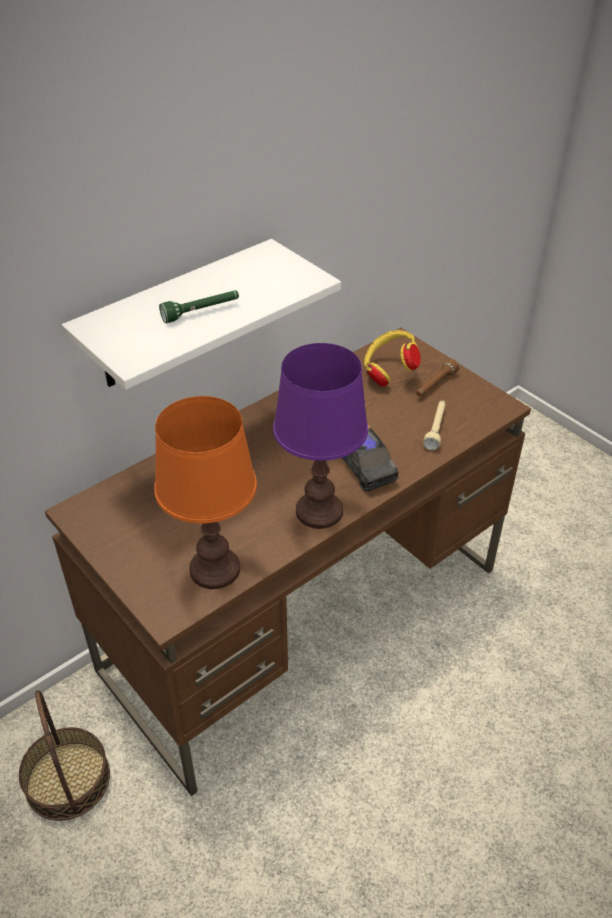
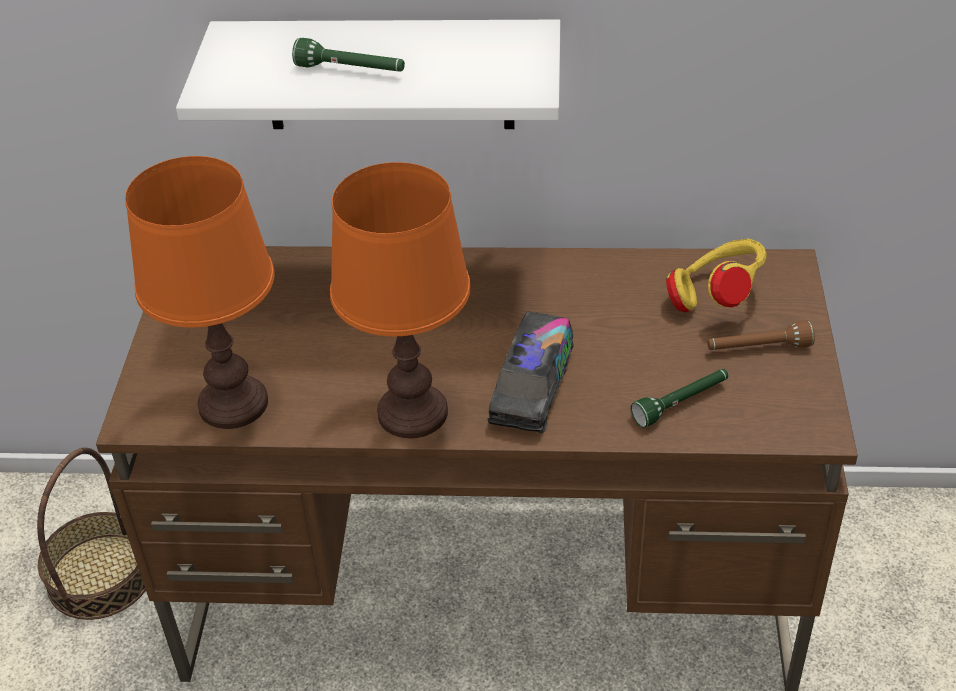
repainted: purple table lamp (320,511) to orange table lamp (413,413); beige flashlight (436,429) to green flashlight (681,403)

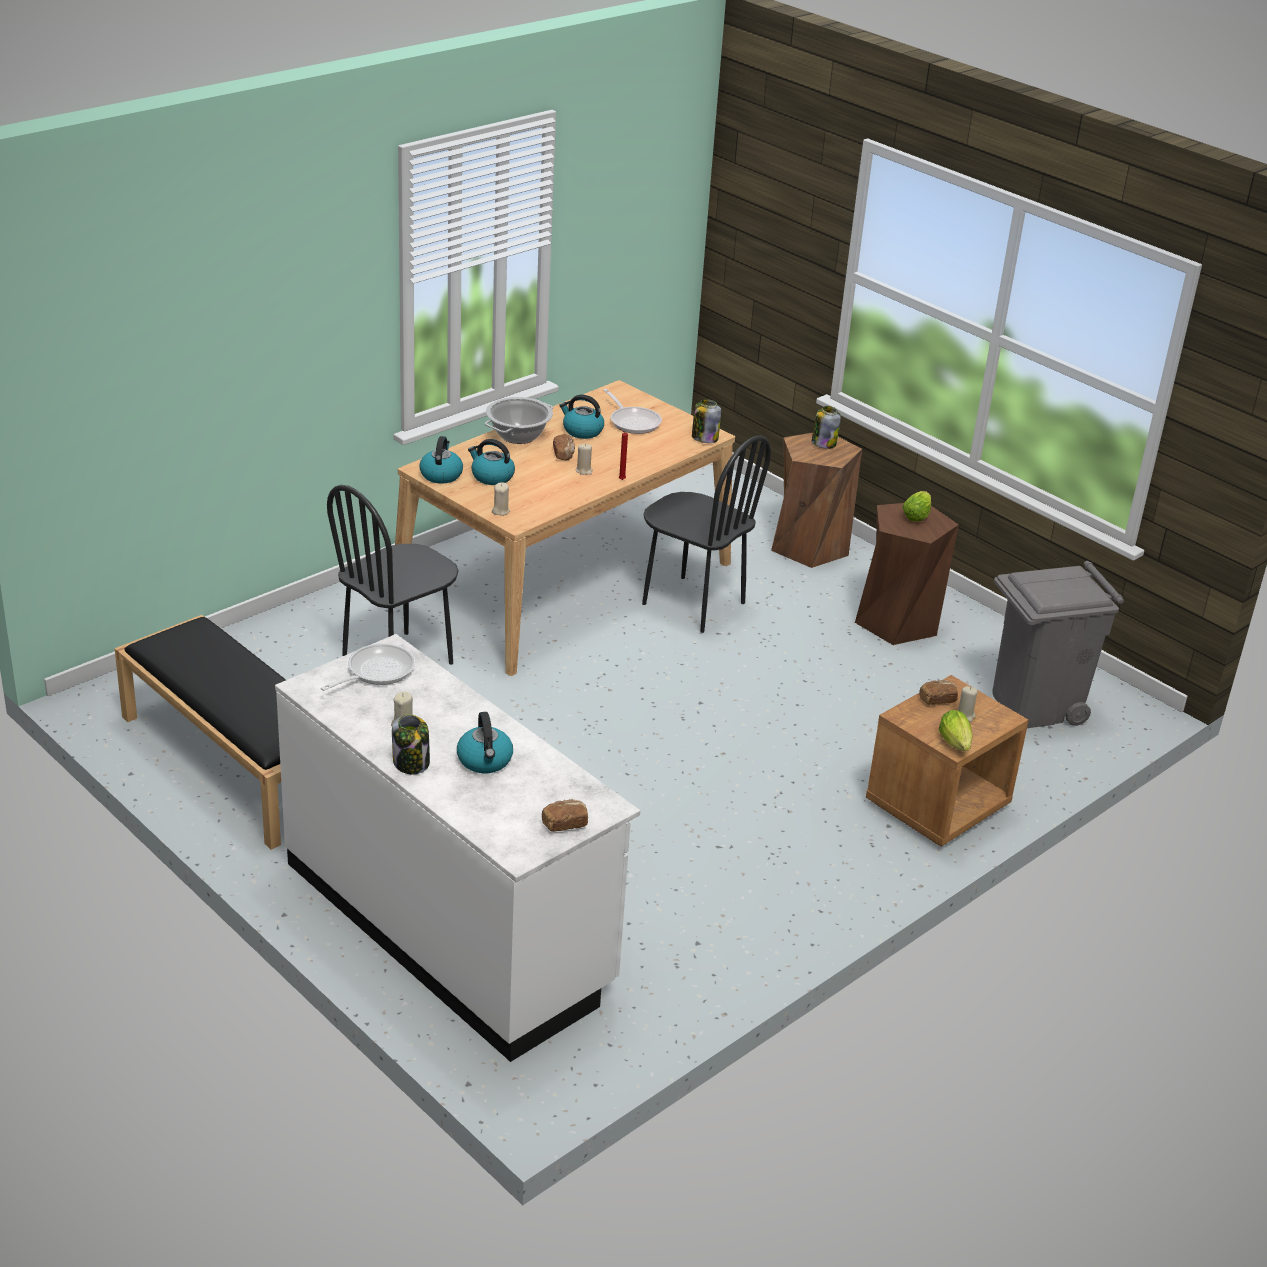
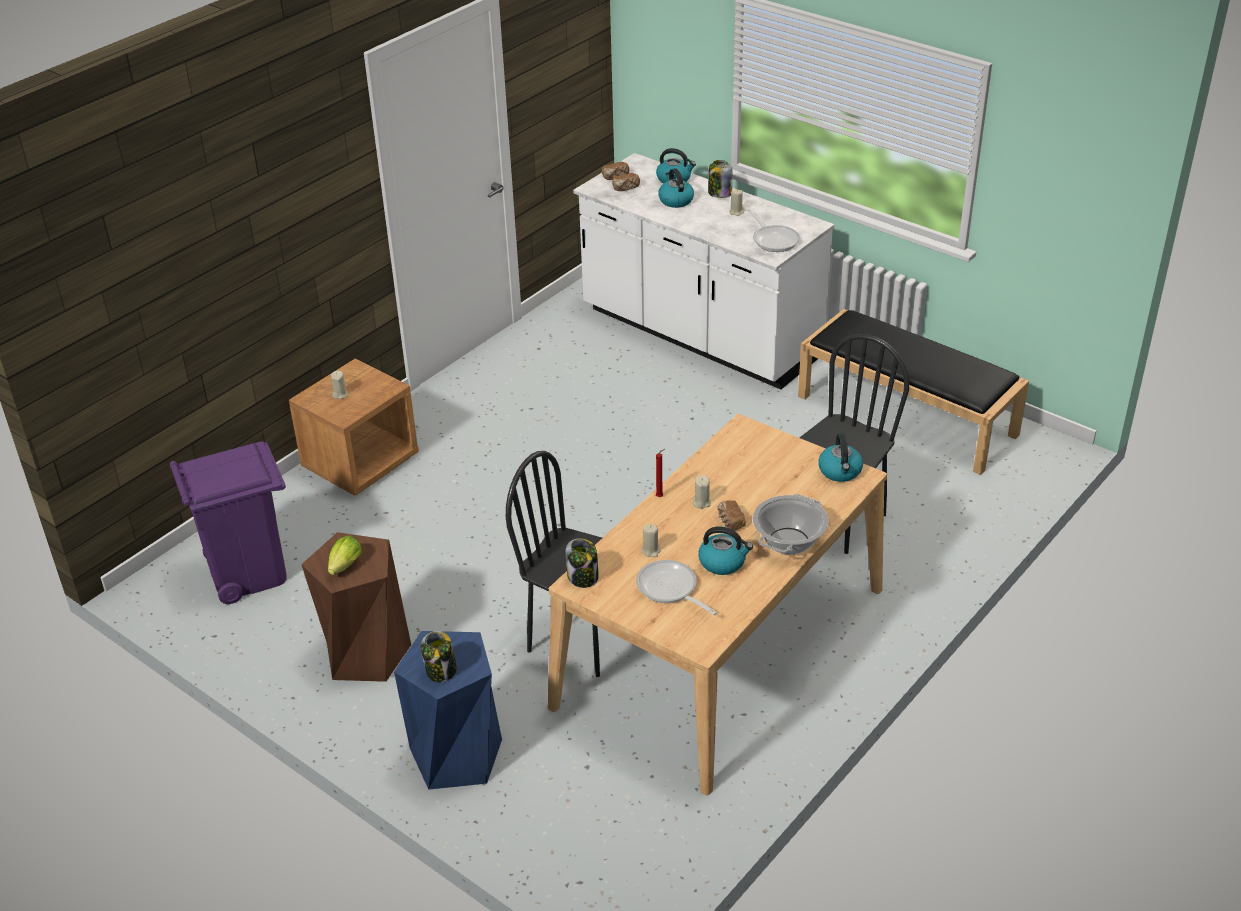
gone: lettuce (956,745)
shifted: kettle (491,477) to (674,179); beige candle (500,511) to (651,551); bread (937,700) to (626,188)
repainted: brown stool (809,547) to blue stool (456,755); grey trash can (1035,706) to purple trash can (248,572)
rotated: frying pan (375,672) = (773,239) 60 degrees counterclockwise

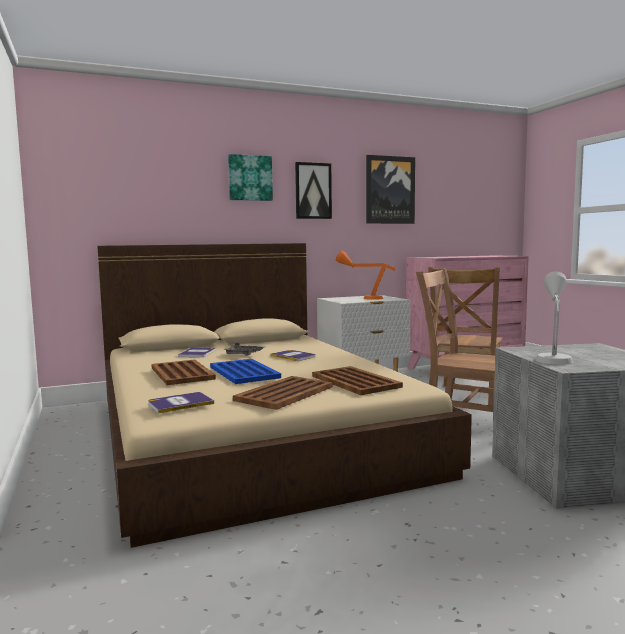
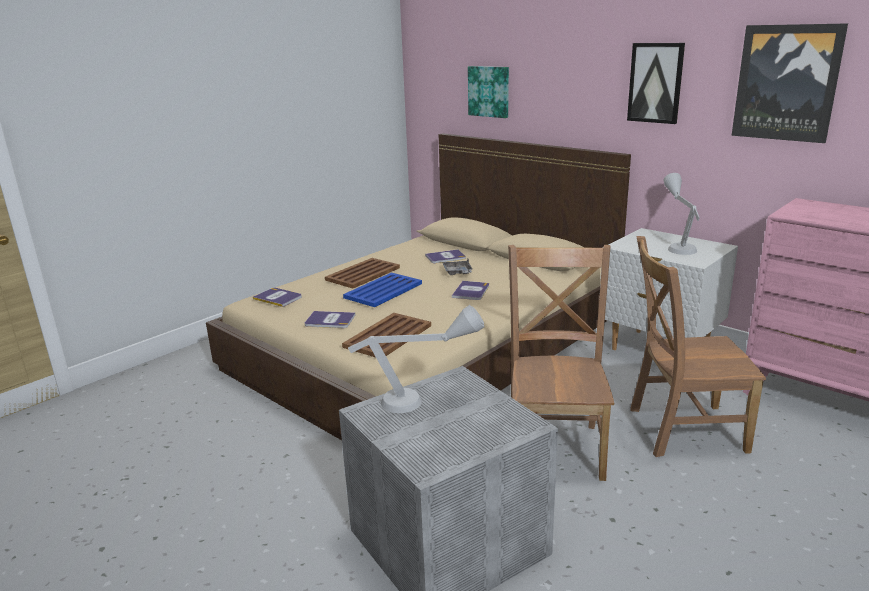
shifted: picture (250,178) to (489,91)
swapped: brown tray (285,393) to book (330,320)
repainted: orange table lamp (363,298) to grey table lamp (677,245)

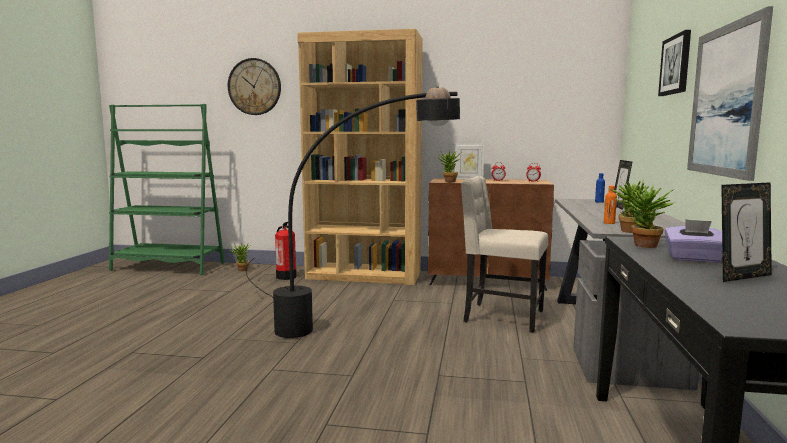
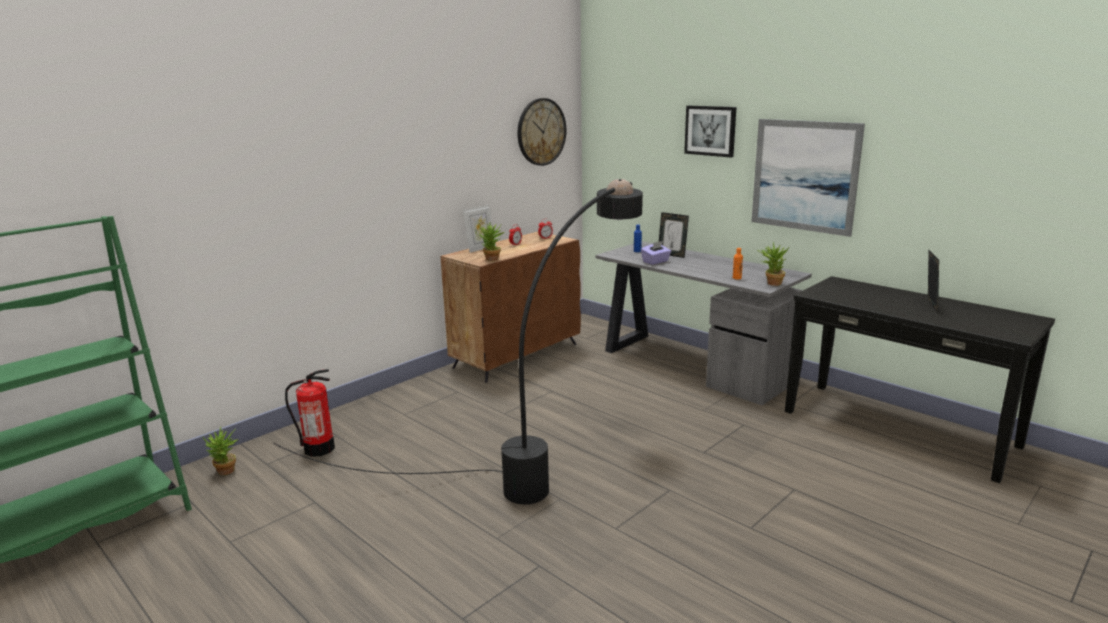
gone: brown bookcase (364,275); beige chair (501,317); potted plant (645,246)
shifted: wall clock (254,87) to (541,132); purple tissue box (693,259) to (656,262)

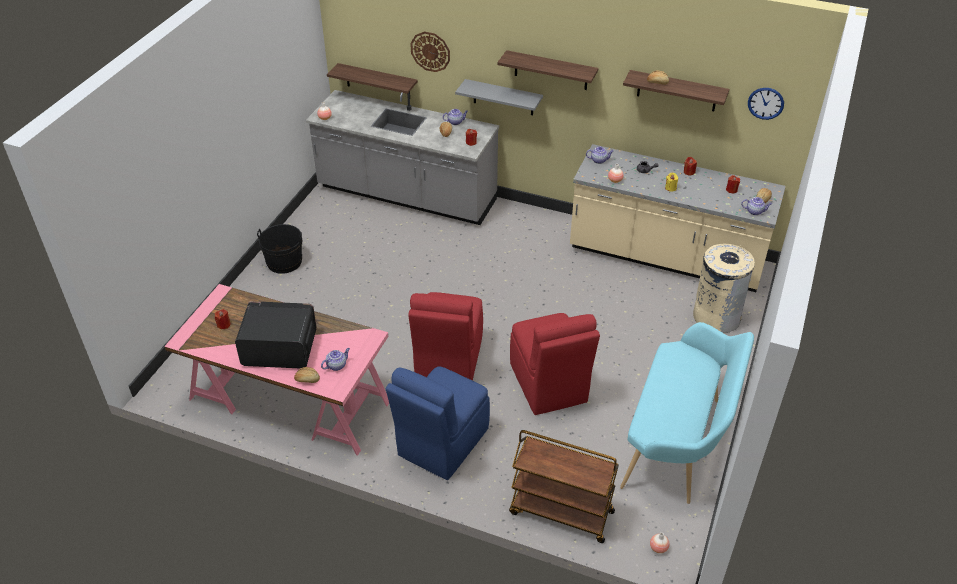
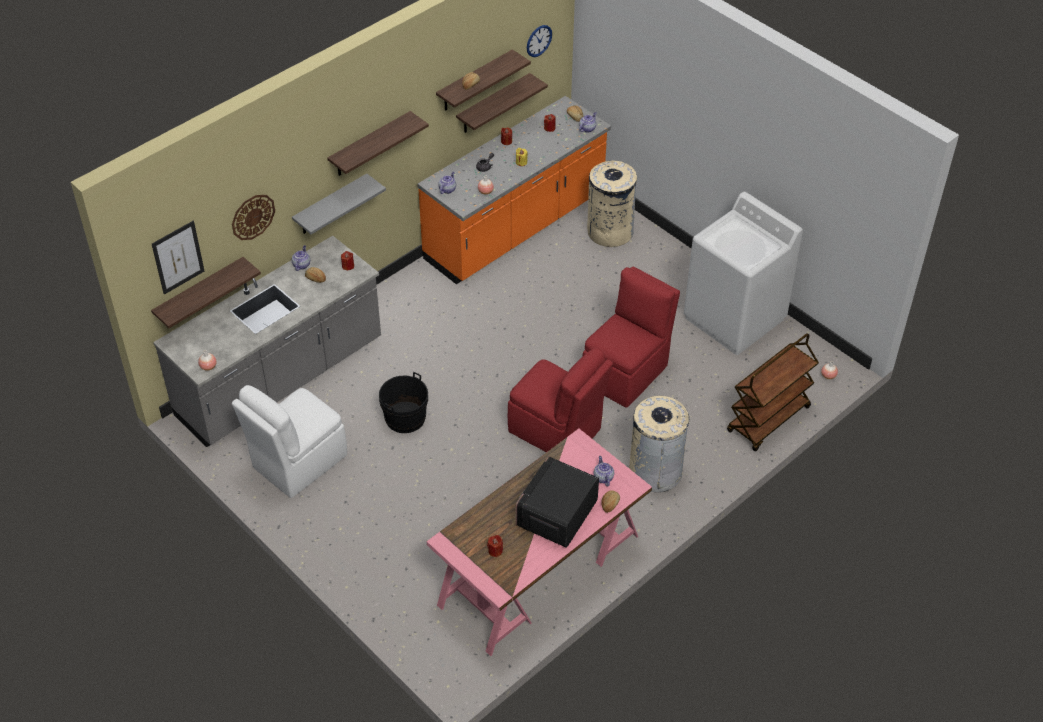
new: shelf (493,104); picture (178,257); white chair (297,462)
shifted: black bucket (284,262) to (405,418)
swapped: turquoise bench (678,443) to white washing machine (734,319); blue chair (441,443) to beige trash can (655,471)
repainted: beige counter (665,258) to orange counter (516,229)
rotated: red chair (548,384) = (626,372) 60 degrees counterclockwise

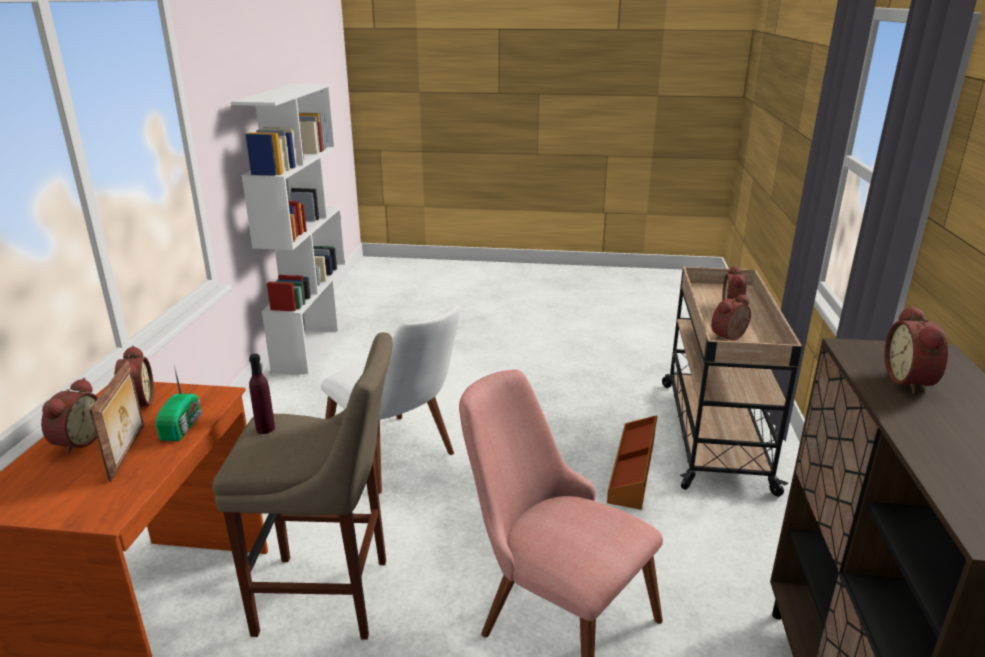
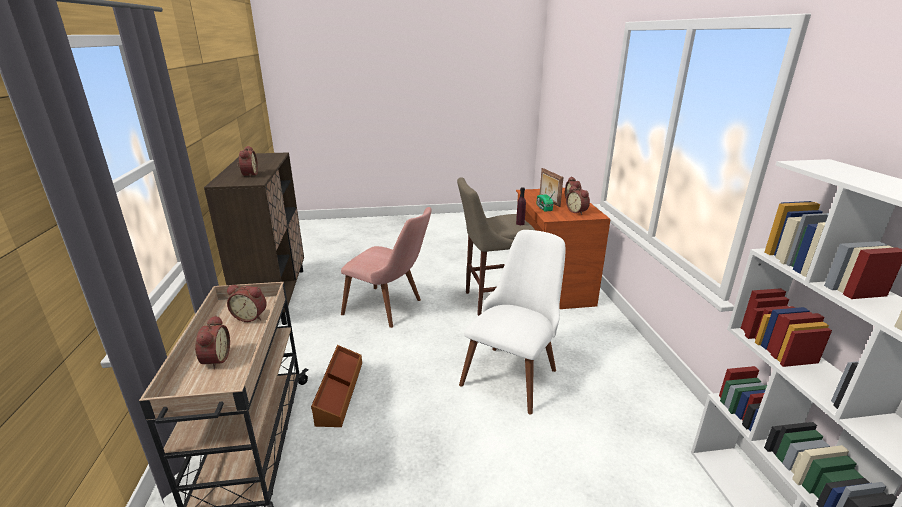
rotated: alarm clock (730,337) = (251,316) 60 degrees clockwise; white chair (399,459) = (514,370) 90 degrees clockwise

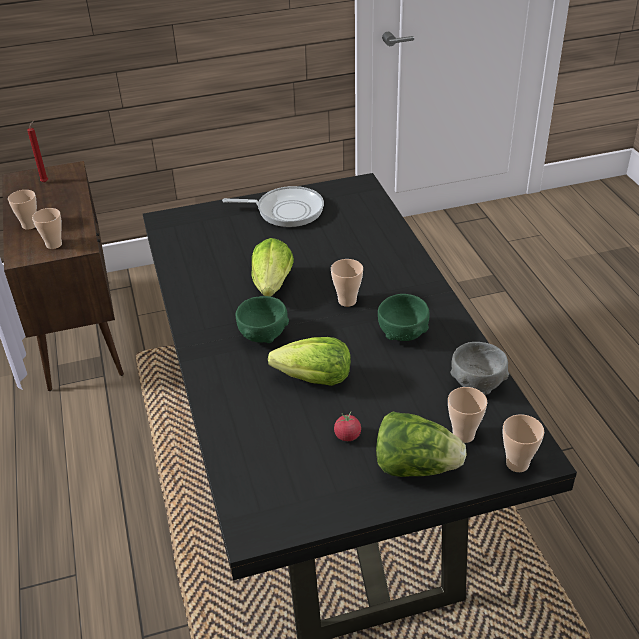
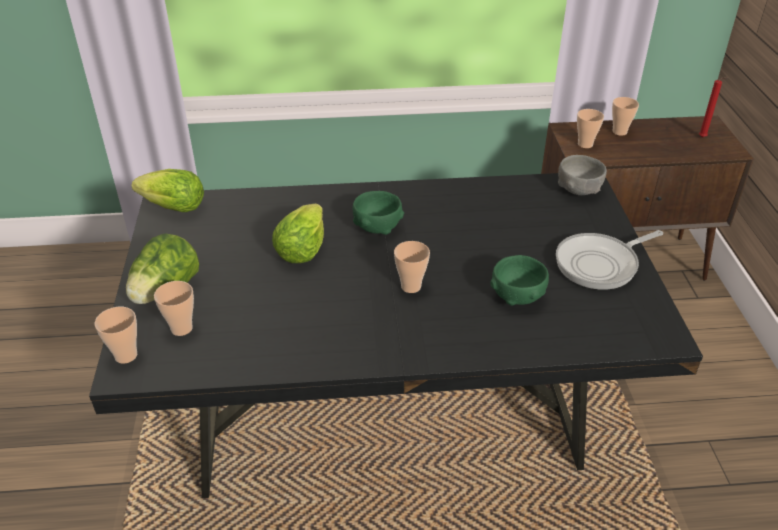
gone: tomato (347,436)
shifted: lettuce (272,284) to (174,207); green bowl (403,333) to (517,296); grey bowl (477,383) to (578,189)
rotated: frying pan (286,211) = (600,264) 45 degrees clockwise

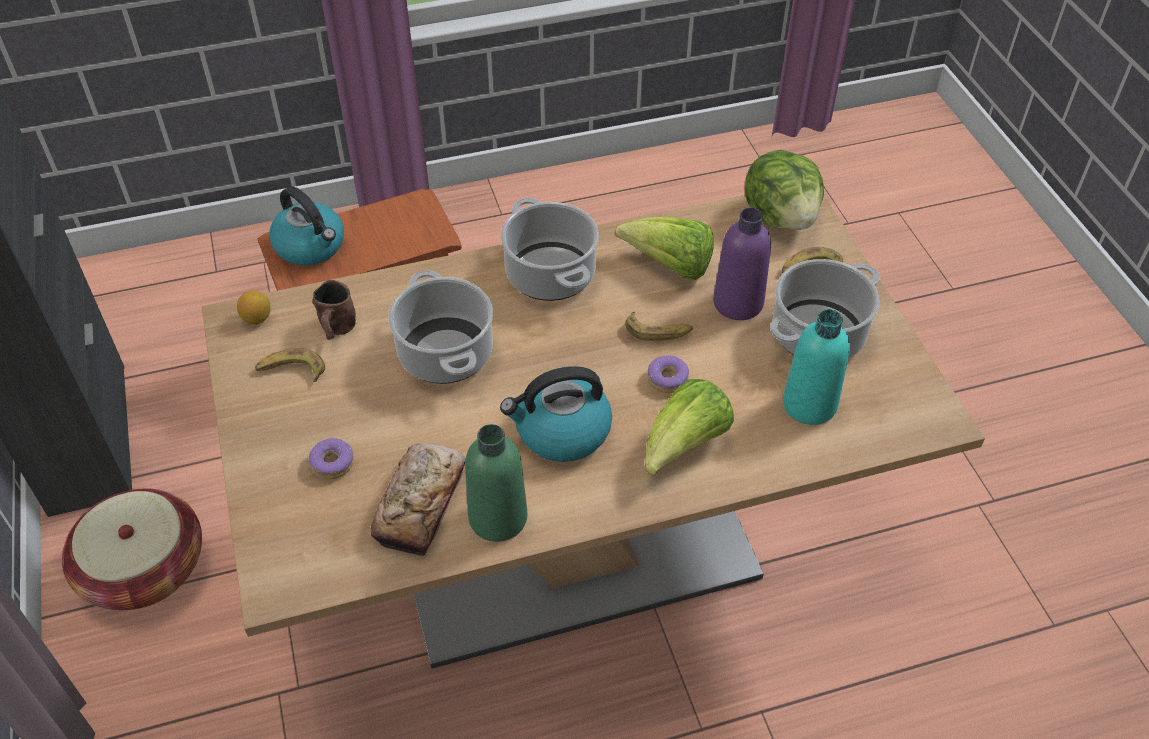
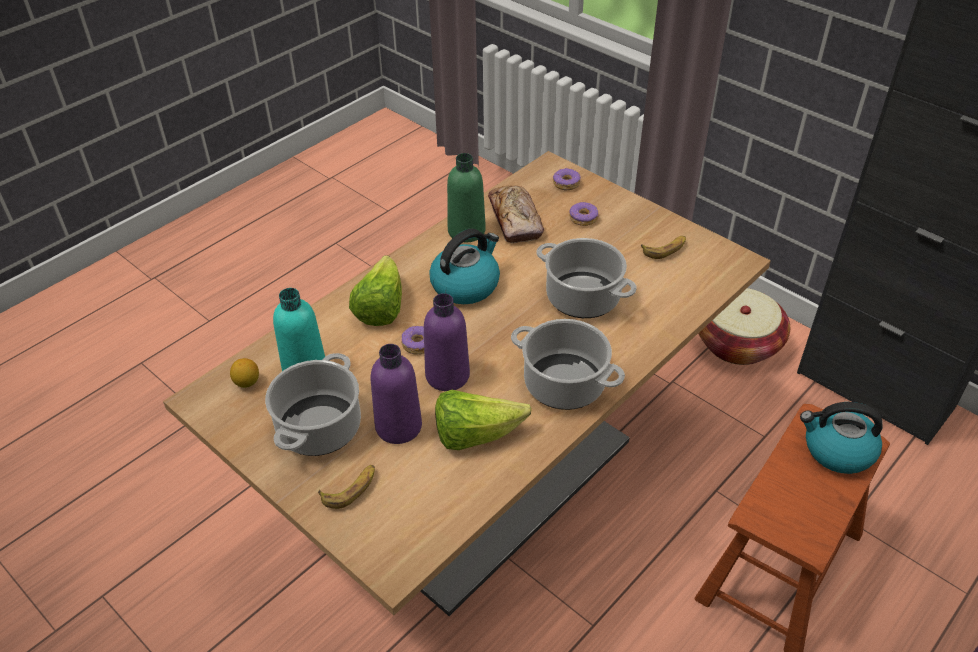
gone: lettuce (781,217); brown mug (337,331)
new: donut (566,184)
shifted: lemon (257,318) to (247,382)
swapped: banana (658,331) to purple bottle (447,375)

